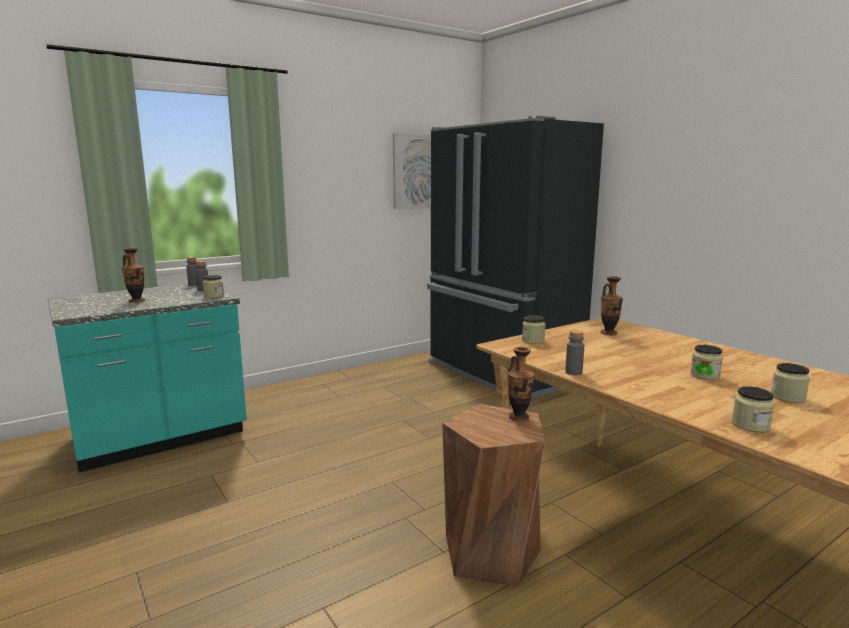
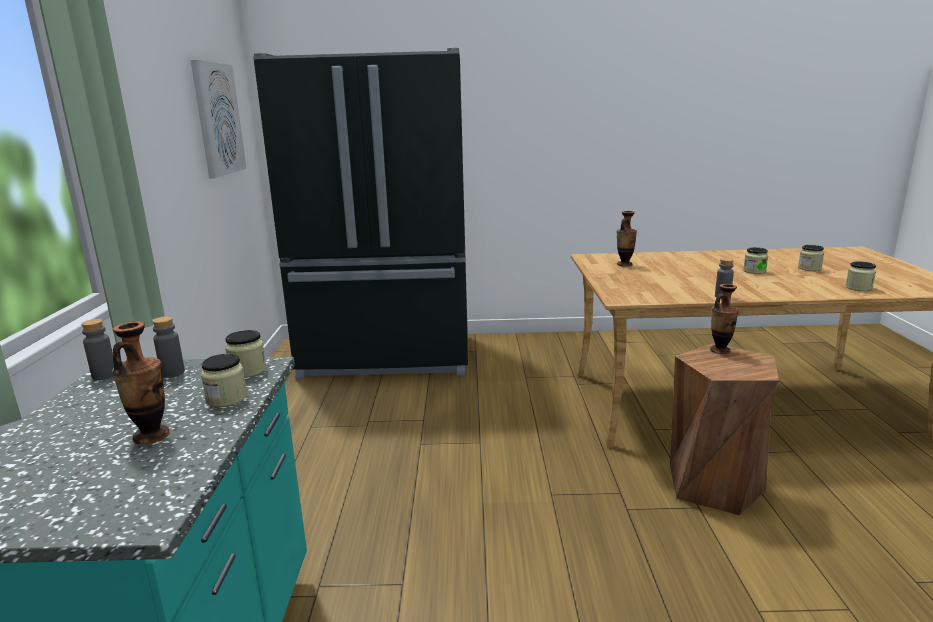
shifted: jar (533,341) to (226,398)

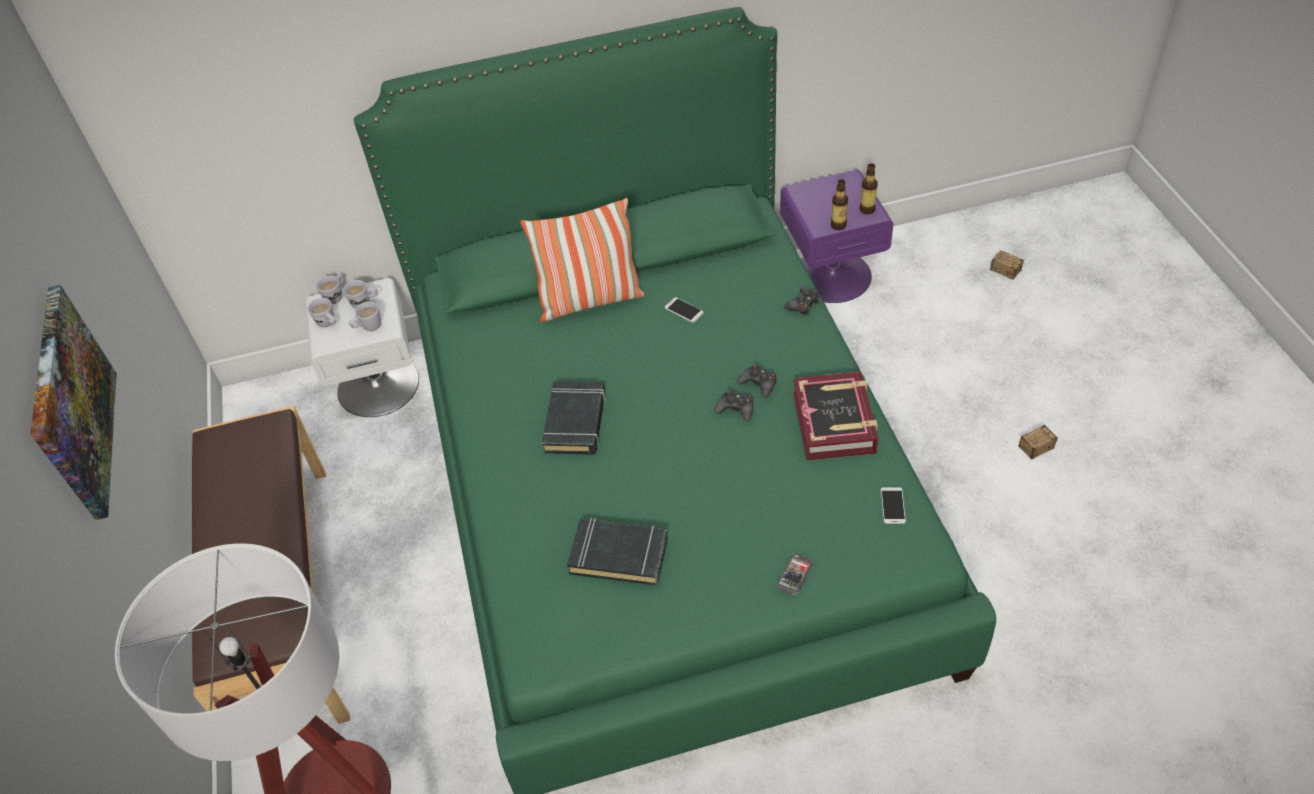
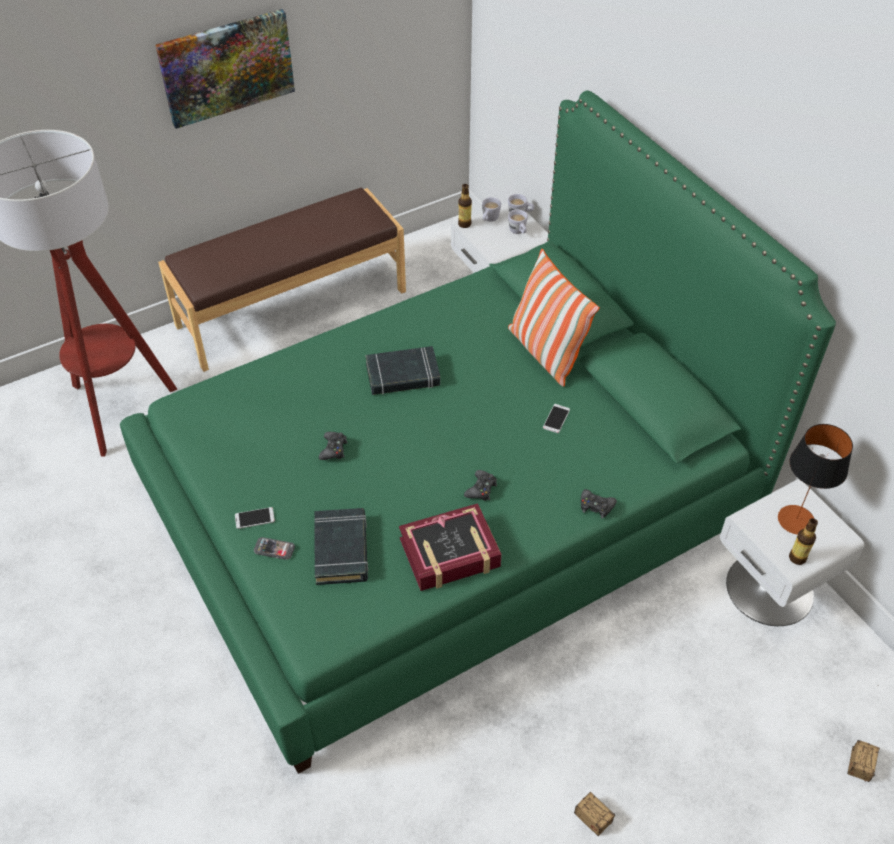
gone: white mug (368,327)
new: table lamp (796,520)
shifted: bottle (838,225) to (464,224); black game controller (736,409) to (333,449); phone (893,505) to (254,518); black book (619,555) to (341,550)
repainted: purple nightstand (831,274) to white nightstand (771,588)

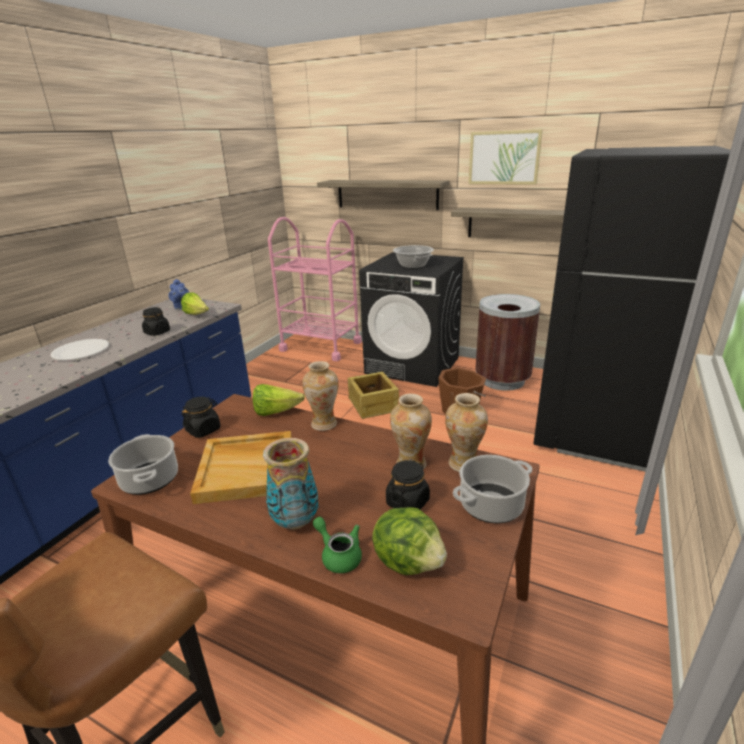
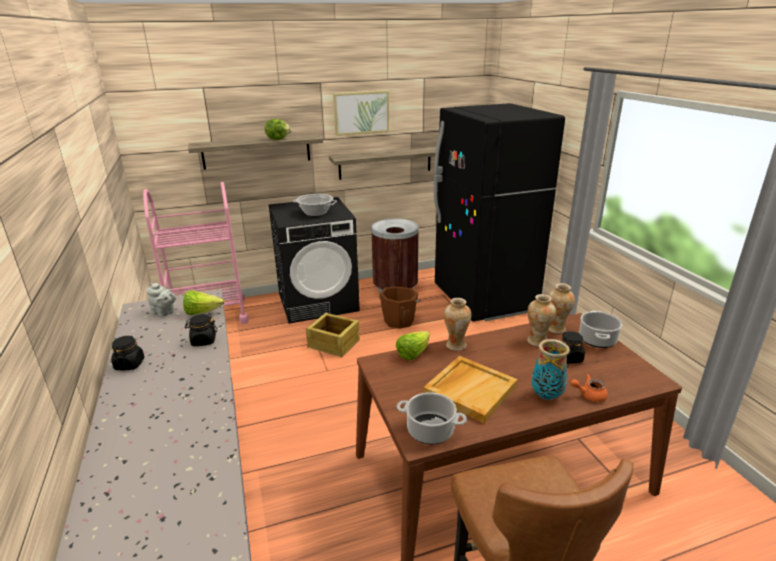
gone: white plate (81,351)
shifted: black jar (203,430) to (129,364); lettuce (409,561) to (278,139)
repainted: blue teapot (181,307) to grey teapot (164,312); green teapot (338,555) to orange teapot (589,395)

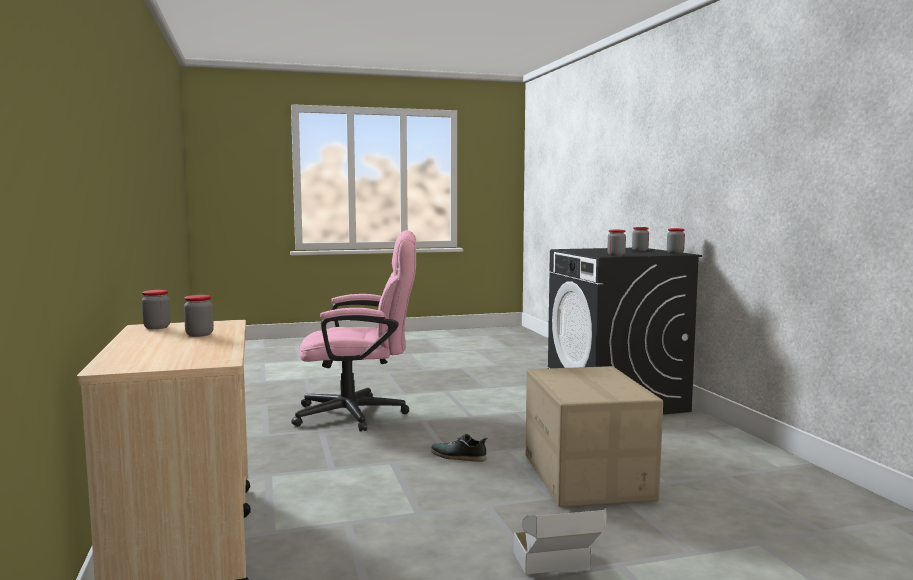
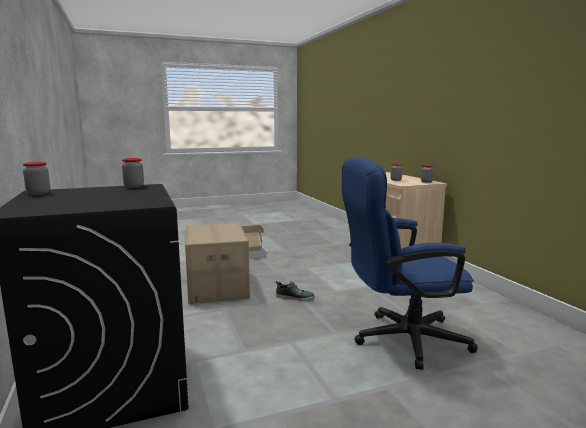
gone: jar (640,250)
repainted: pink office chair (361,414) to blue office chair (400,340)

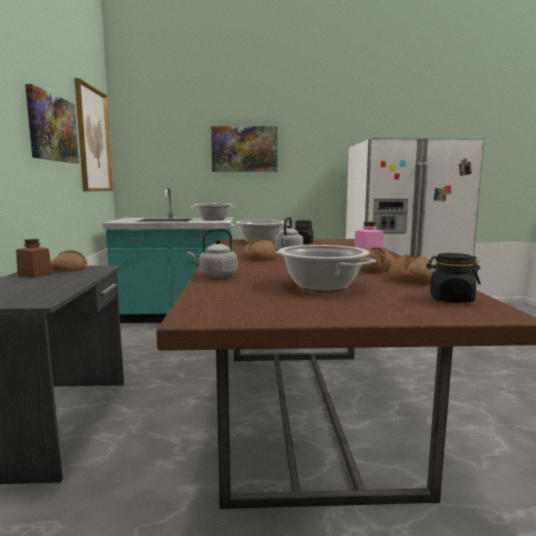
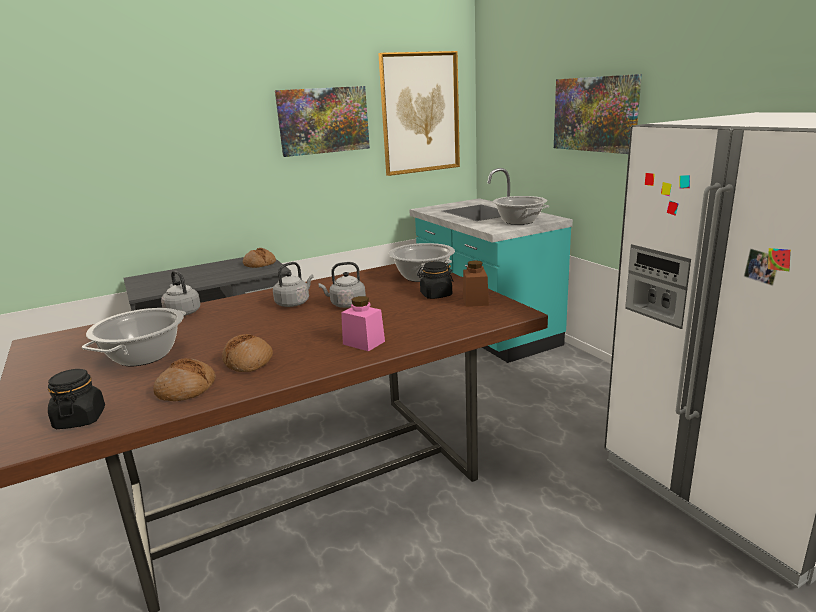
shifted: brown jar (35,274) to (475,301)
swapped: bread (259,257) to grey kettle (294,303)

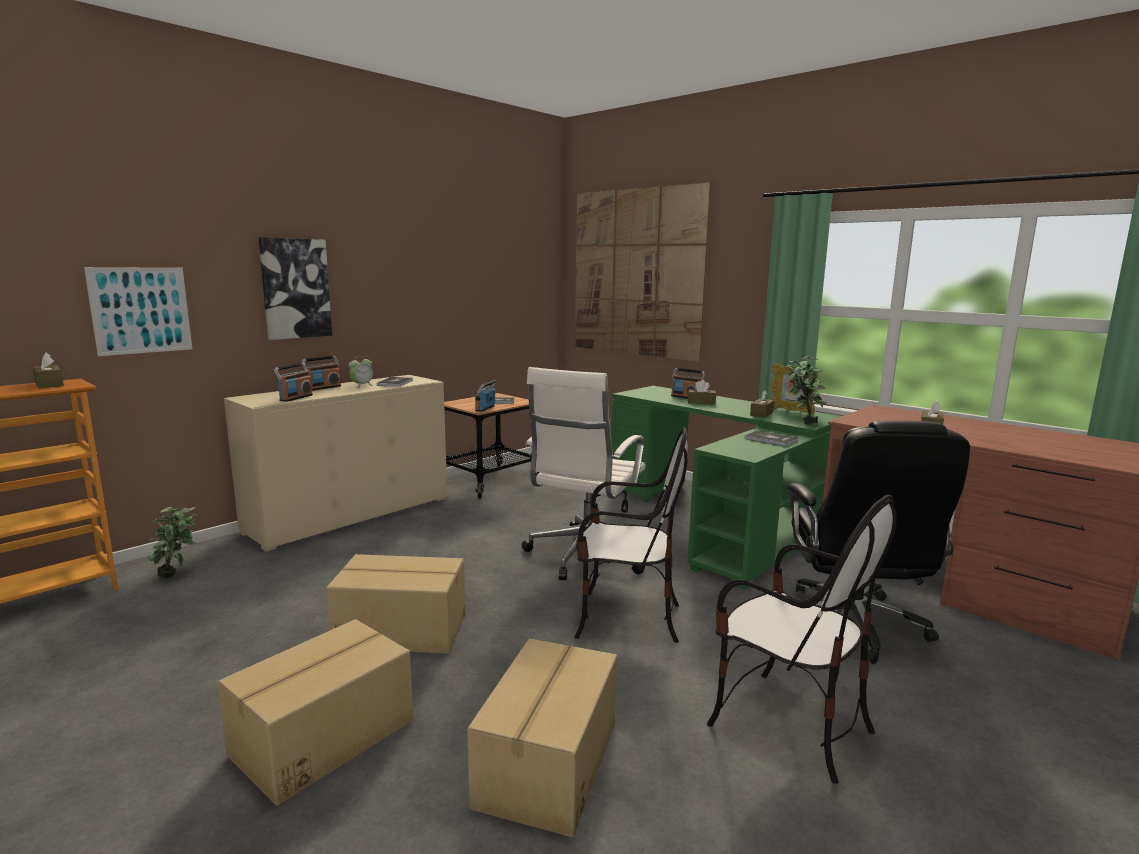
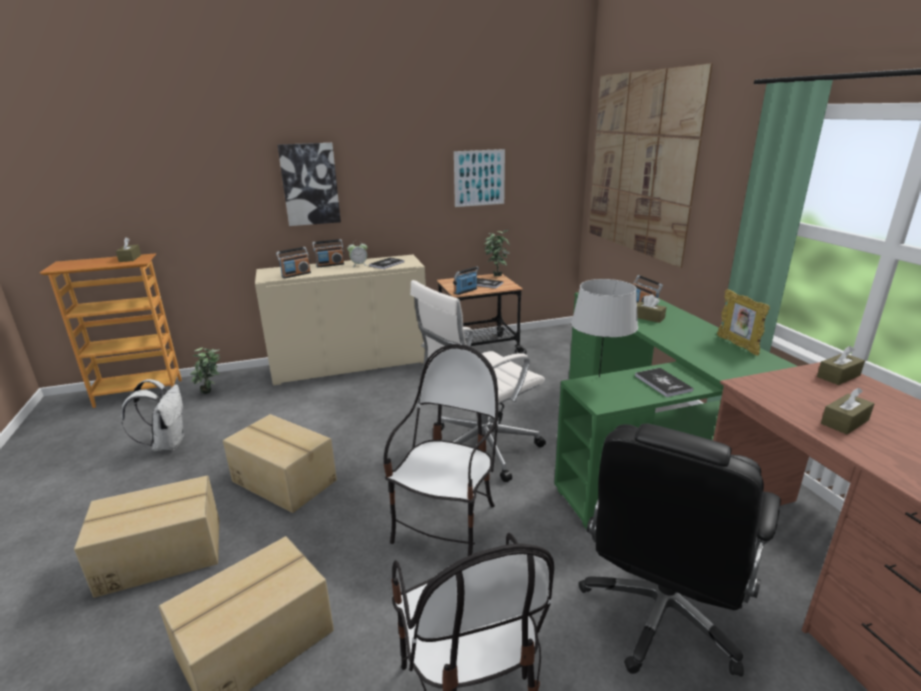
new: grey table lamp (599,377); white backpack (167,444)
shifted: picture (141,310) to (479,178); potted plant (802,423) to (496,275); brown tissue box (761,414) to (838,376)
rotated: chair (626,619) = (447,526) 105 degrees counterclockwise

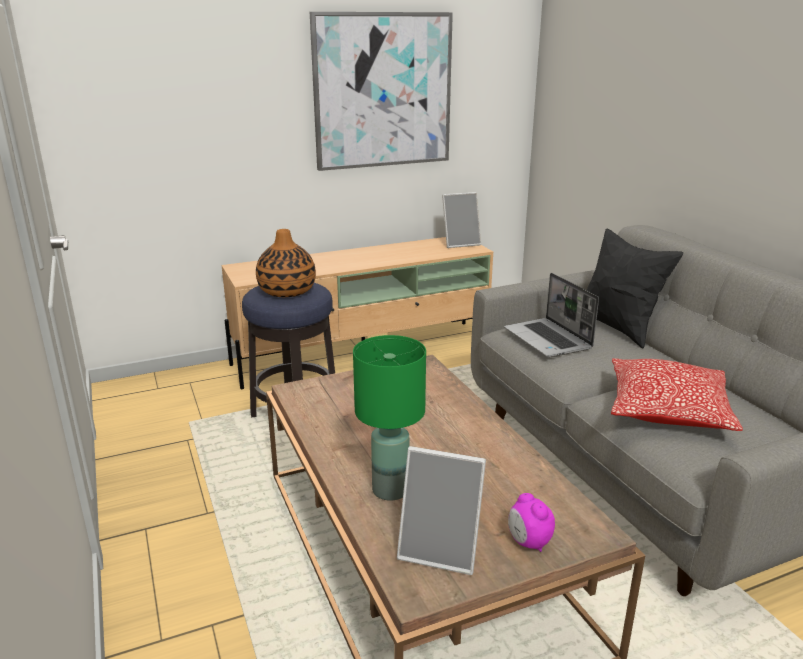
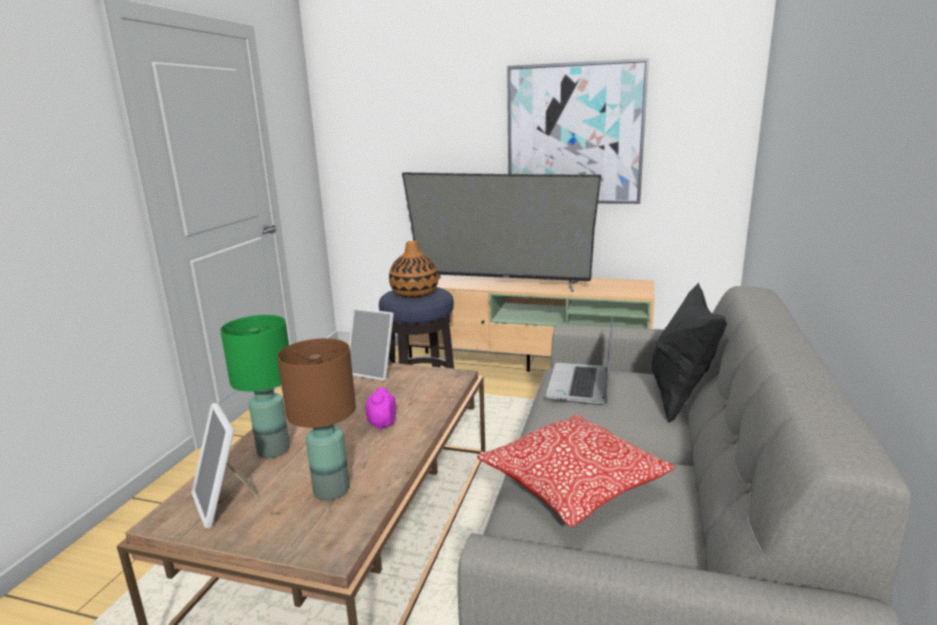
new: television (500,283); brown table lamp (332,490)
shifted: picture frame (460,243) to (374,372); alarm clock (528,542) to (382,425)

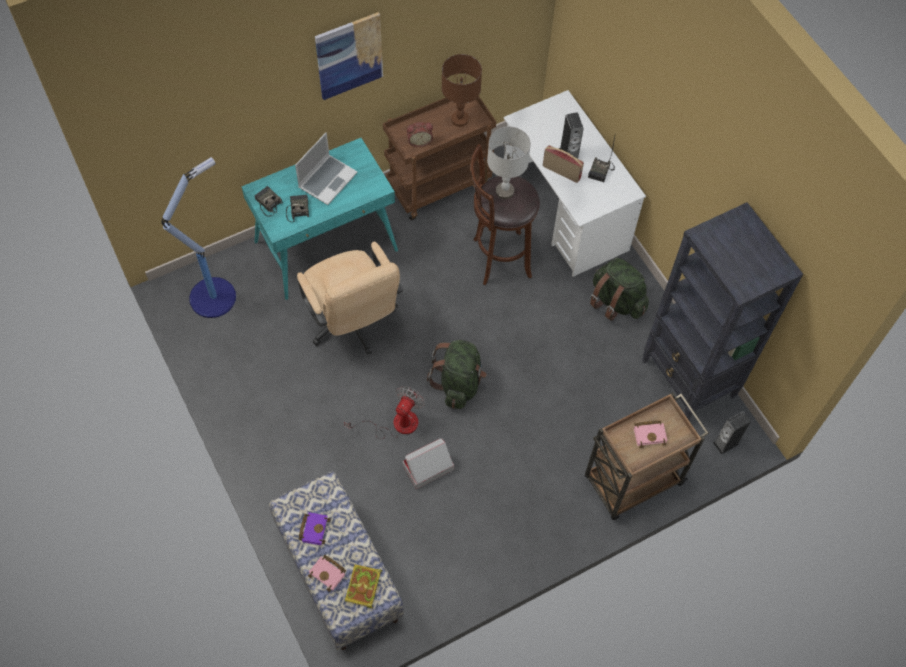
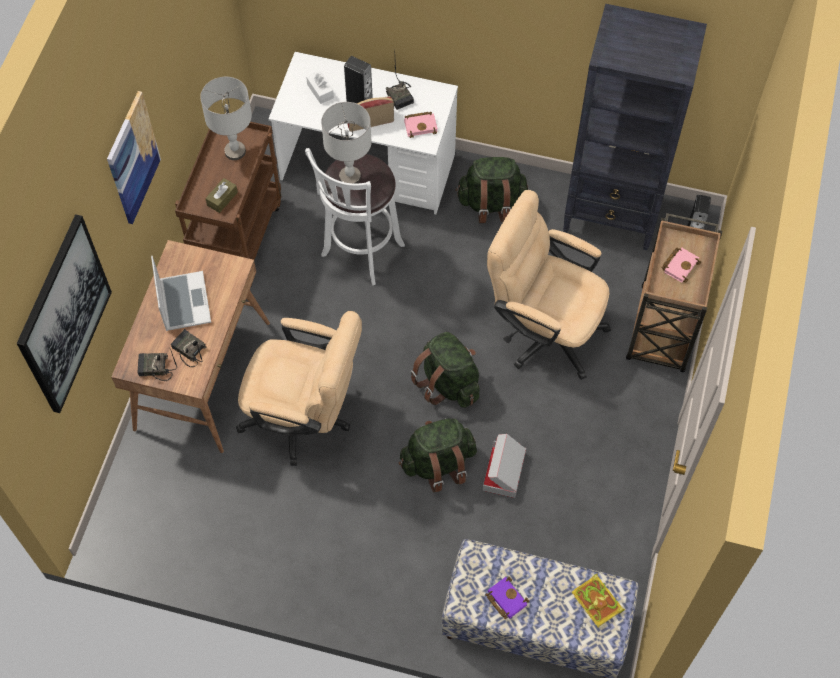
gone: floor lamp (214,296)
new: white tissue box (320,91); beige office chair (543,329); picture (64,315)
shifted: pink book (328,573) to (421,125)
swapped: alarm clock (419,141) to brown tissue box (222,199); fan (396,424) to green backpack (438,463)
repainted: brown table lamp (459,120) to grey table lamp (235,152); turquoise desk (326,245) to brown desk (202,375); brown stool (498,258) to white stool (360,253)

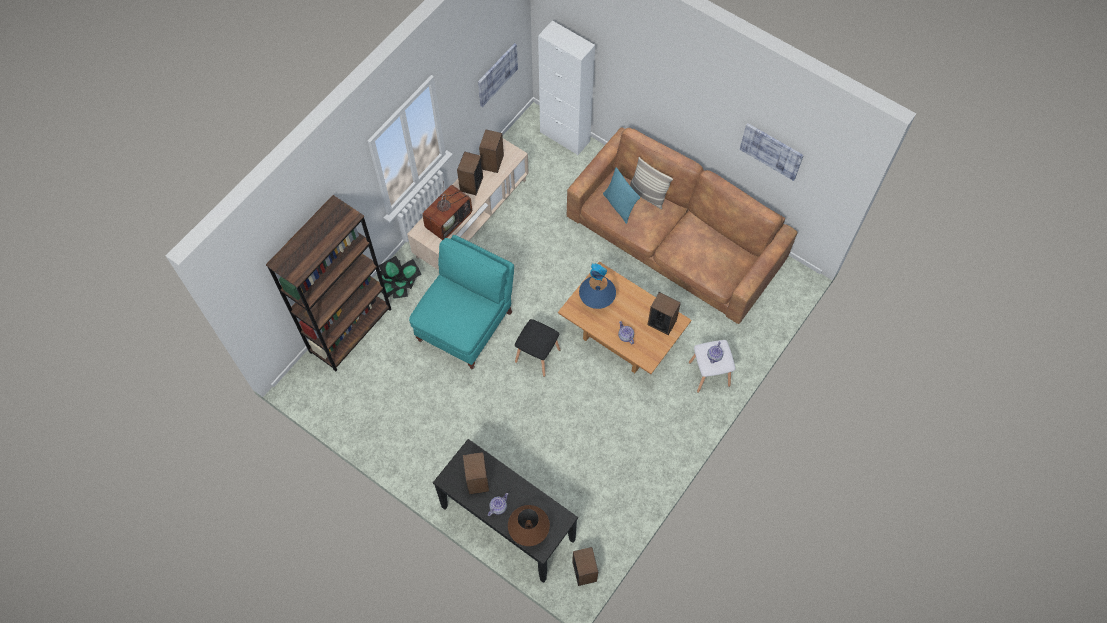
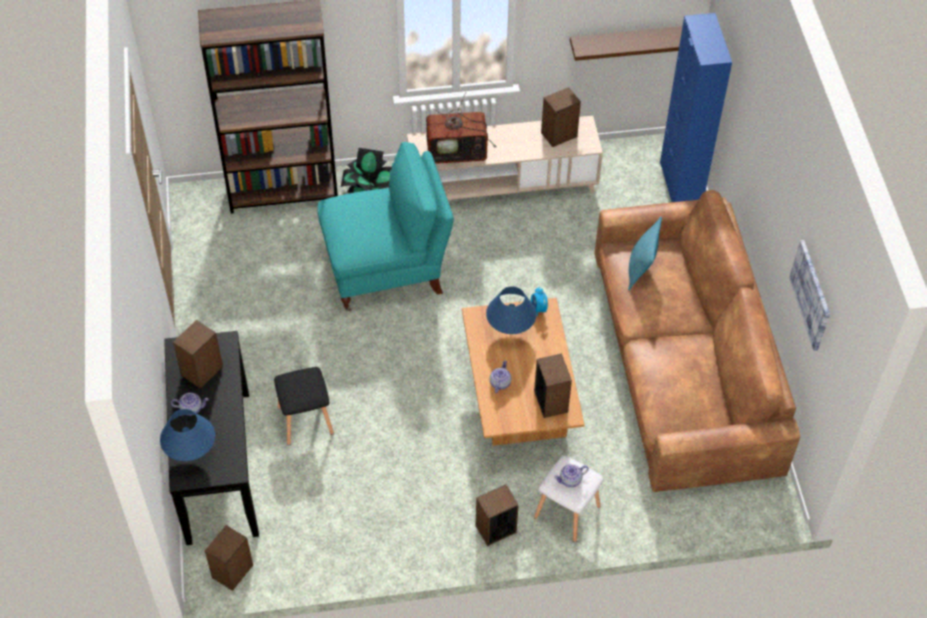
gone: pillow (647,195)
shifted: speaker (471,184) to (495,529); black stool (536,355) to (304,419)
swapped: picture (497,74) to brown shelf (629,42)
repainted: white cabinet (565,136) to blue cabinet (680,184); brown table lamp (529,531) to blue table lamp (191,452)

